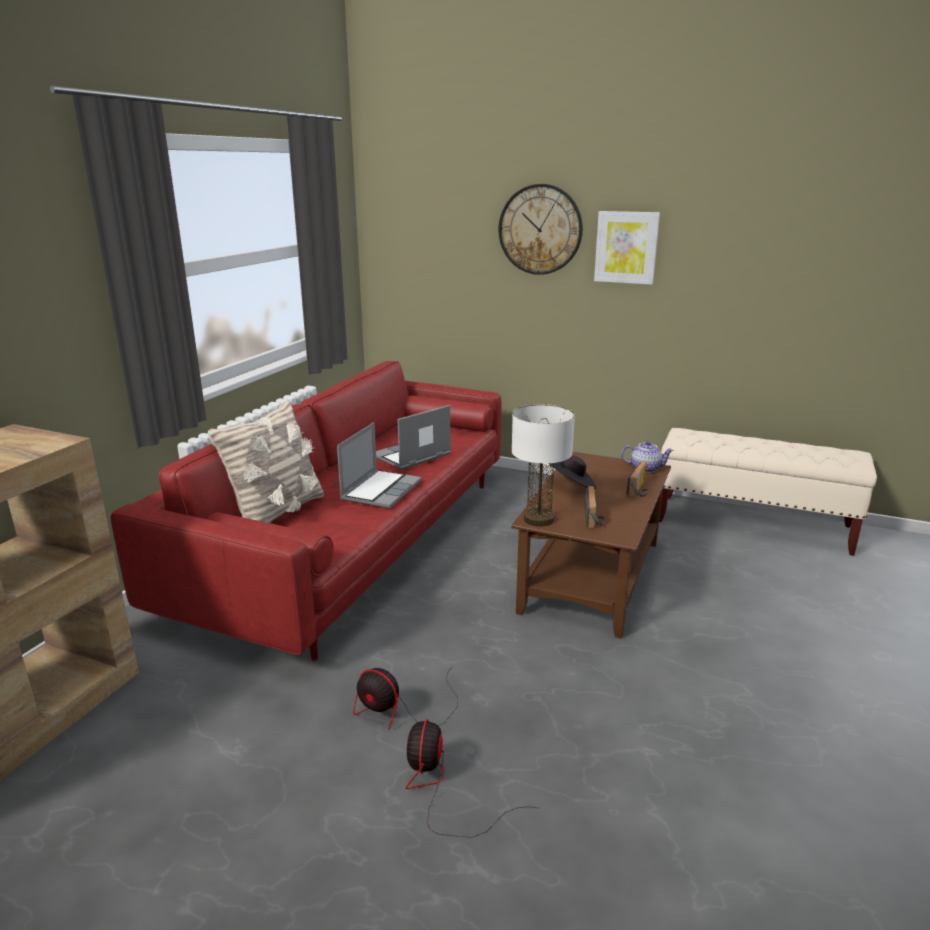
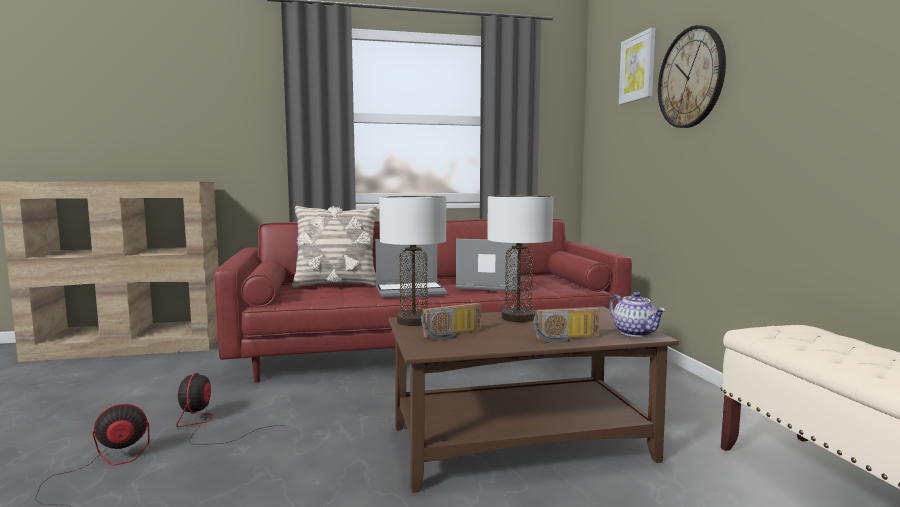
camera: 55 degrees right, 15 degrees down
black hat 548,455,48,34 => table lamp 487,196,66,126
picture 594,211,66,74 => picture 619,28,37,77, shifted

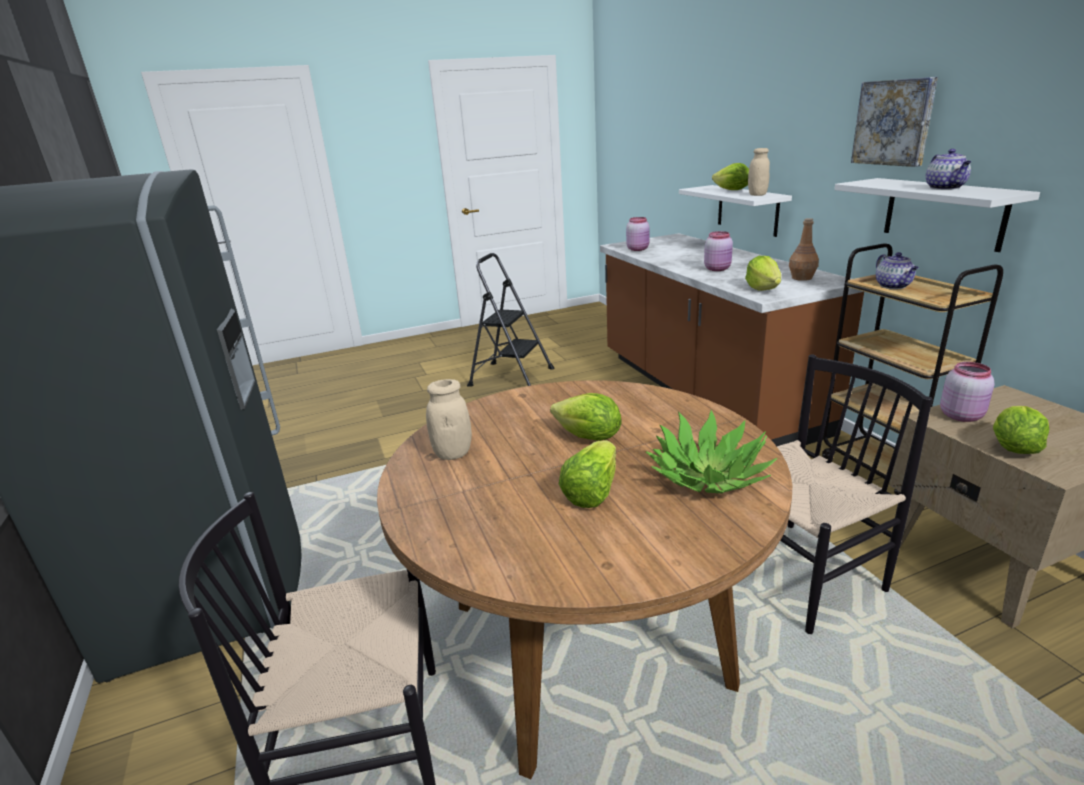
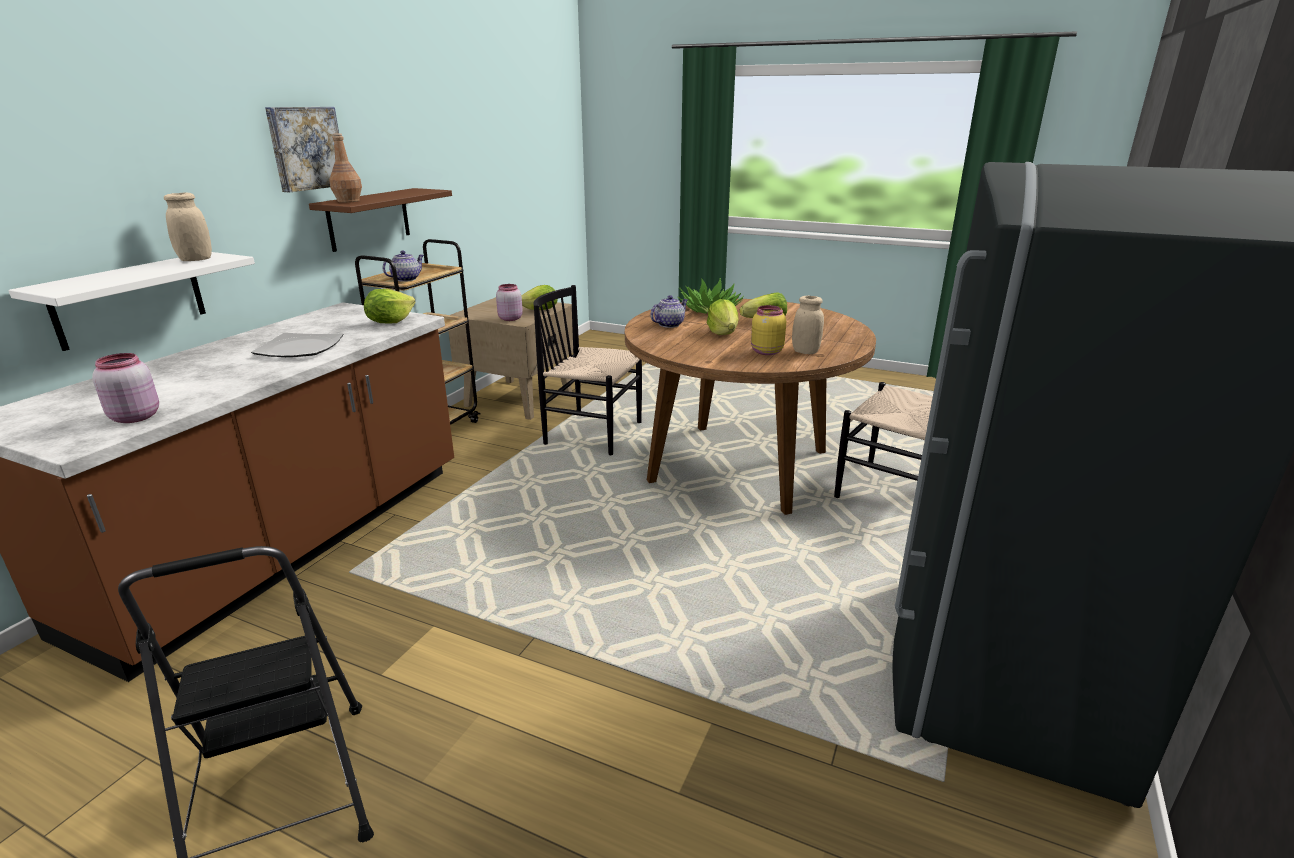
camera: 135 degrees left, 0 degrees up
pink jar 704,231,29,40 => plate 251,333,93,24
lettuce 712,163,37,27 => nothing
brown bottle 789,218,30,63 => brown bottle 329,133,33,70, shifted
white shelf 834,178,206,74 => brown shelf 309,188,143,64
teapot 926,149,45,41 => teapot 650,295,38,33, shifted
nothing => yellow jar 751,305,35,50

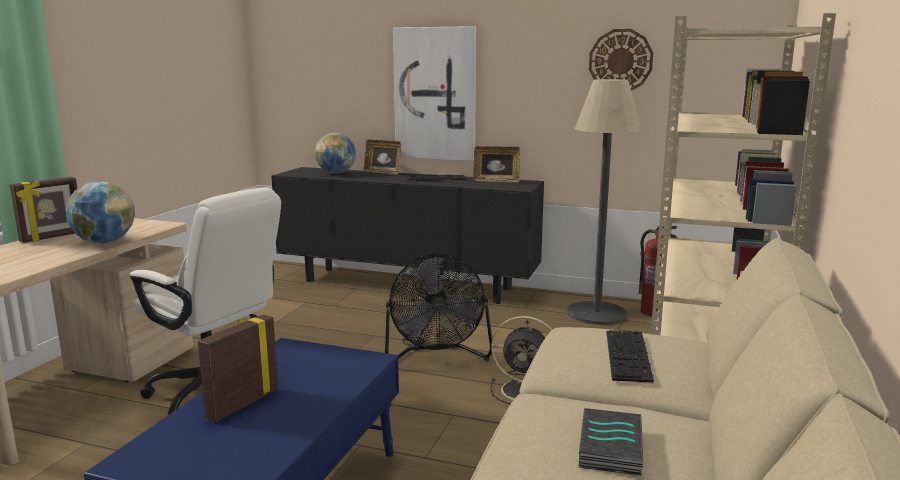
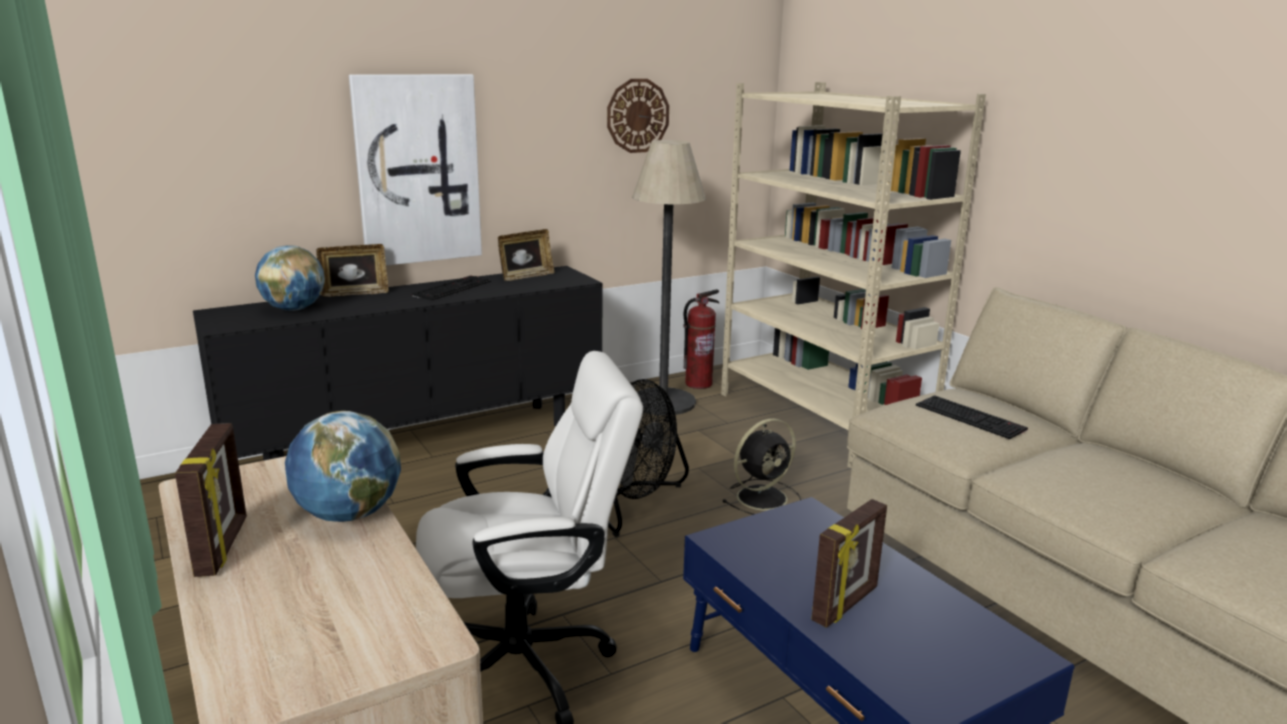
camera: 50 degrees left, 5 degrees up
picture frame 198,314,80,108 => picture frame 811,499,76,129, 120 degrees counterclockwise
book 579,408,64,68 => nothing

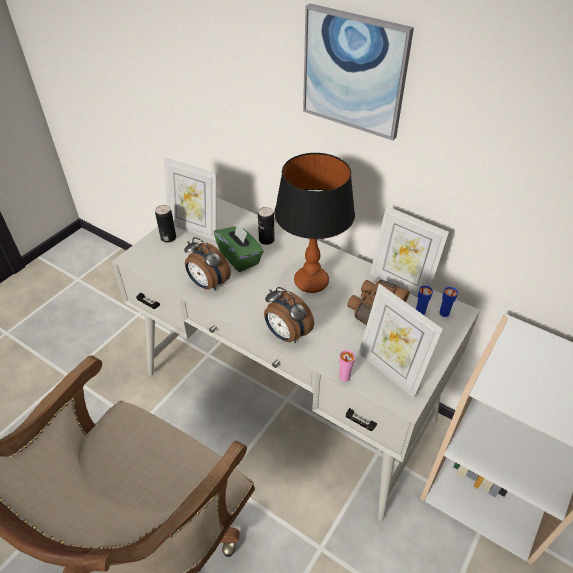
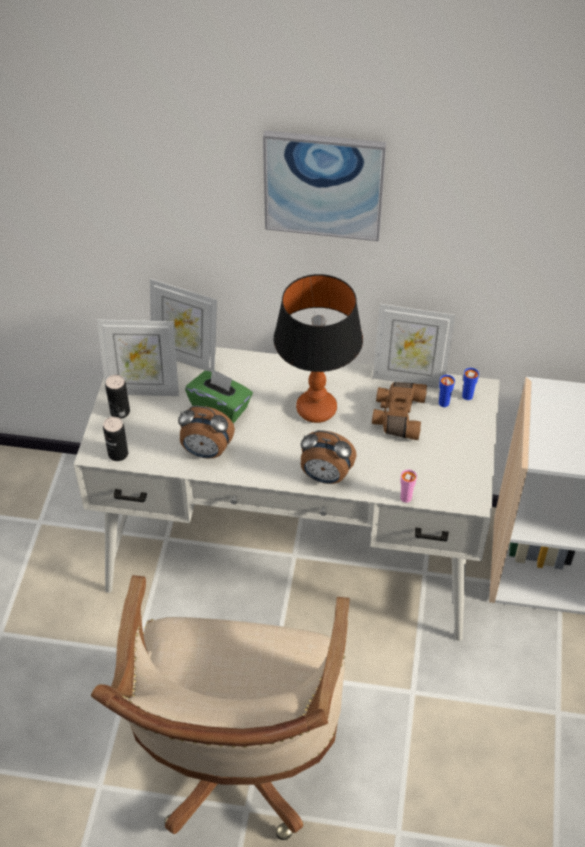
camera: 25 degrees left, 5 degrees up
can 258,207,17,38 => can 103,417,25,44, shifted
picture frame 359,284,84,114 => picture frame 150,279,67,93, shifted

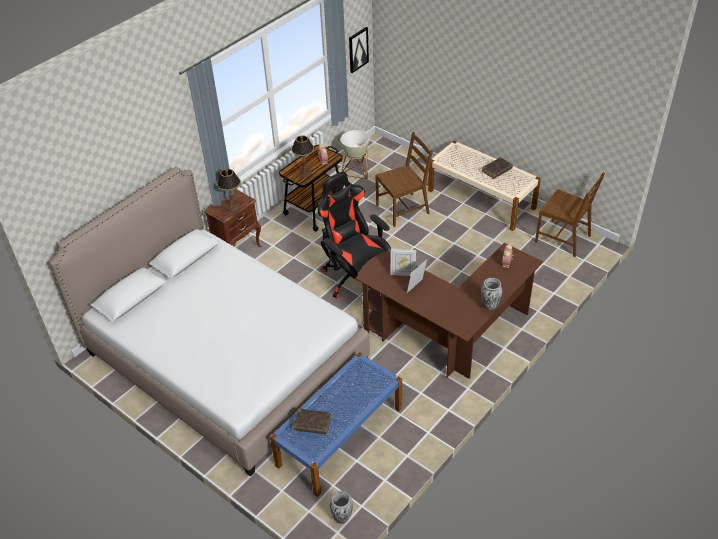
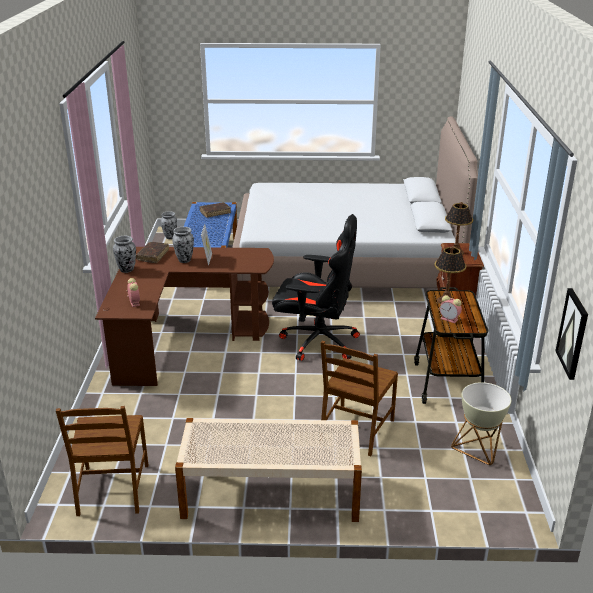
camera: 140 degrees right, 15 degrees down
picture frame 391,249,25,27 => nothing
brown book 482,157,31,22 => brown book 136,242,33,21, shifted
brown chair 535,172,70,85 => brown chair 56,406,92,110, 90 degrees counterclockwise
nothing => vase 172,227,22,36

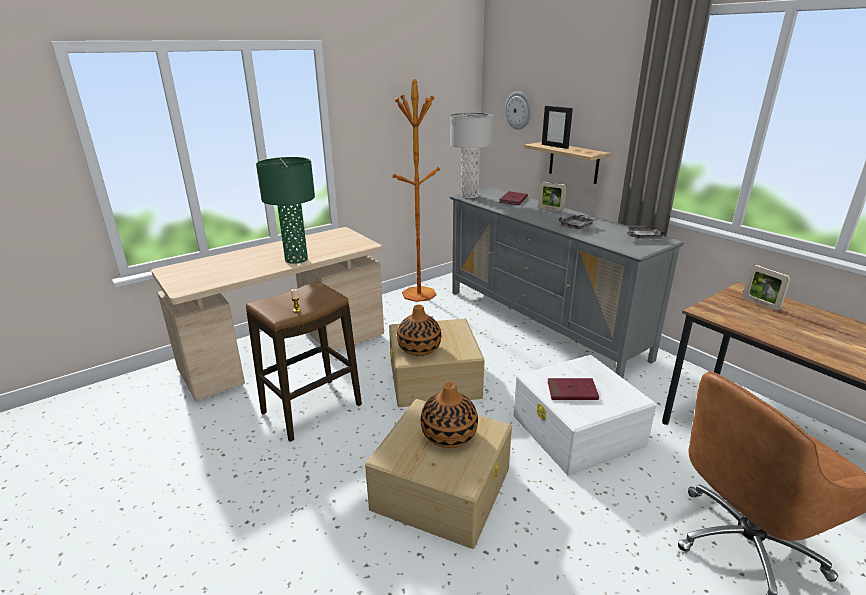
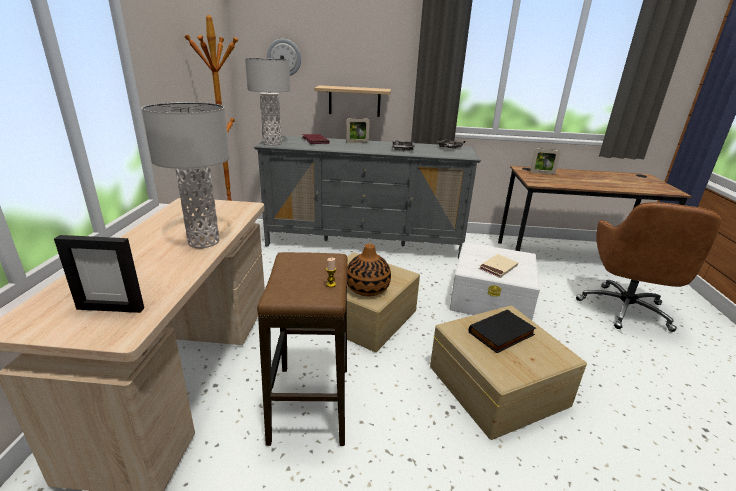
camera: 50 degrees left, 0 degrees up
green table lamp 256,157,59,107 => white table lamp 141,102,89,146
vase 421,382,57,66 => black book 469,309,67,44
picture frame 542,106,31,43 => picture frame 54,235,90,78, shifted
red book 547,378,52,22 => beige book 479,254,39,24

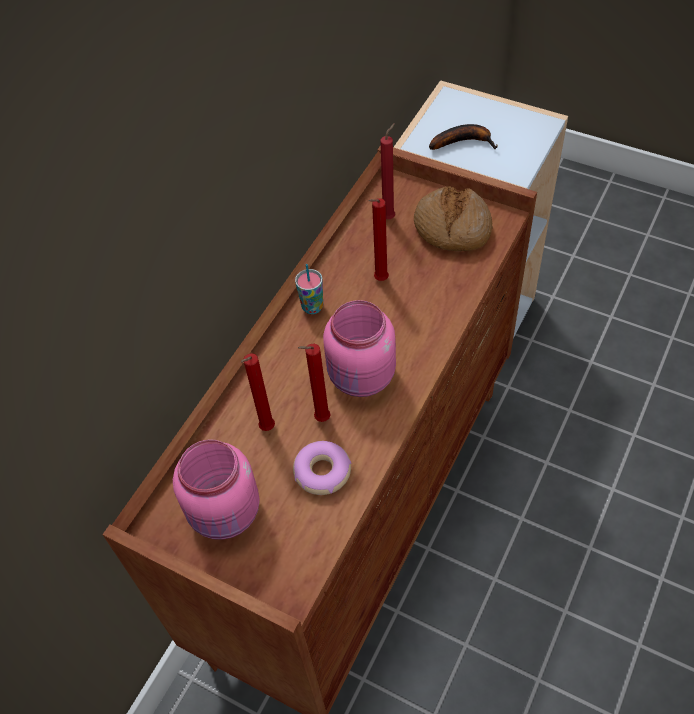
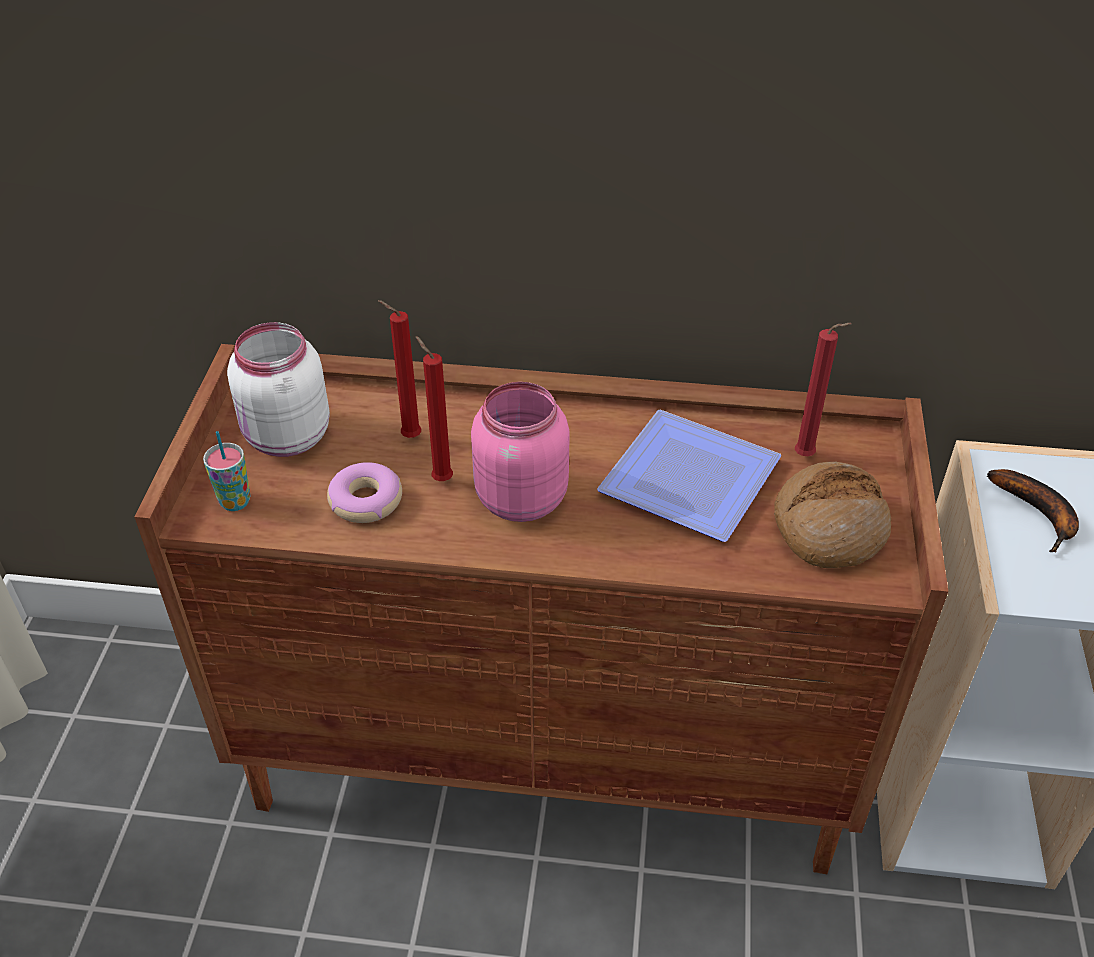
camera: 65 degrees right, 10 degrees down
pink jar 173,440,87,100 => white jar 227,322,103,135
cup 295,264,28,50 => cup 203,431,48,80, shifted
red candle 369,198,20,83 => plate 597,410,185,132

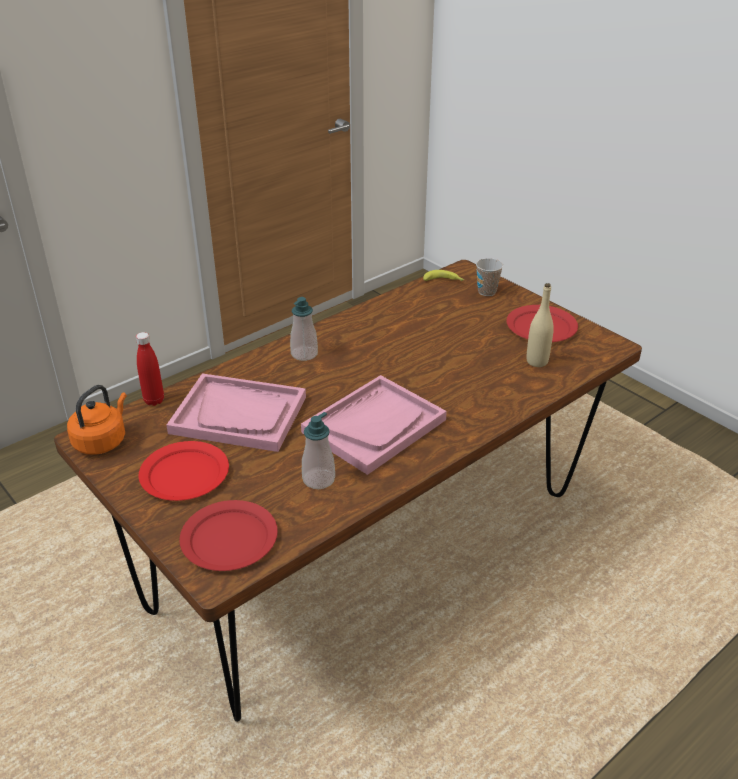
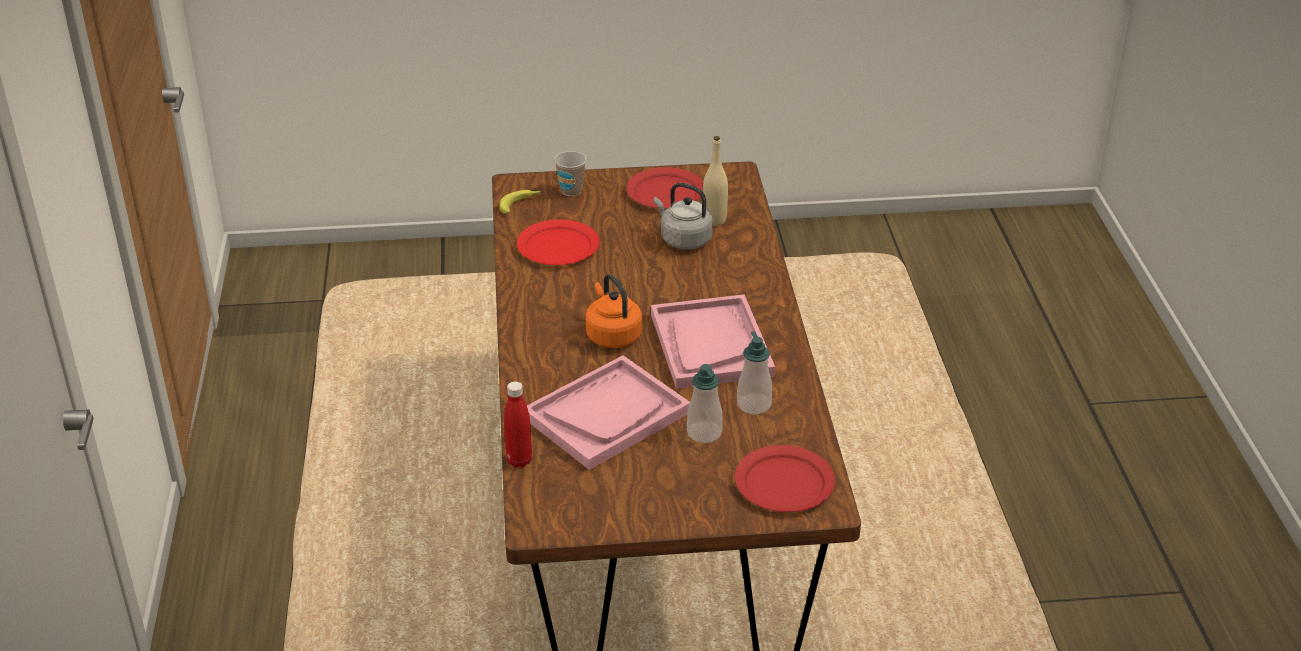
camera: 55 degrees left, 0 degrees up
orange kettle 67,385,60,69 => orange kettle 586,274,56,74, shifted
red plate 138,441,91,60 => red plate 517,219,83,46, shifted
soap dispenser 290,297,28,64 => soap dispenser 687,364,36,79, shifted
nothing => grey kettle 654,182,59,68

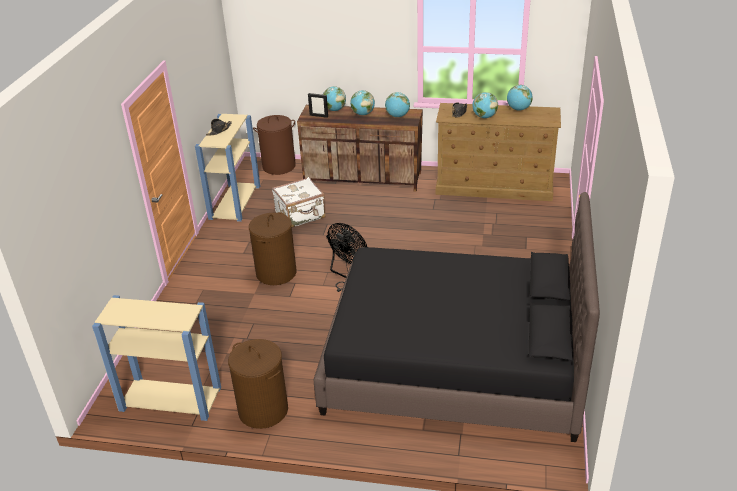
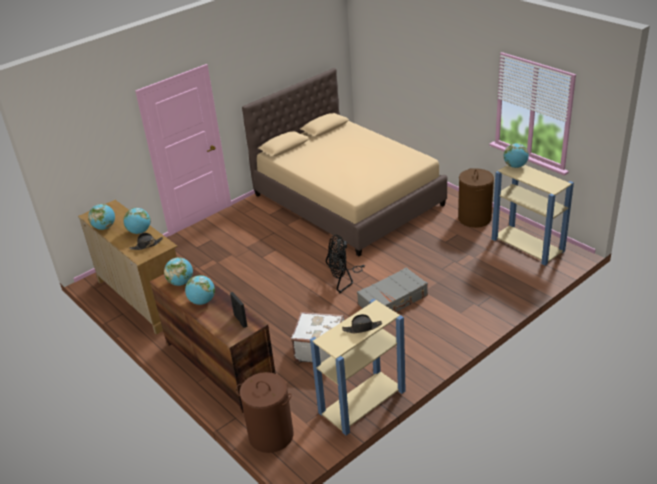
camera: 140 degrees left, 0 degrees up
brown laundry basket 249,212,48,73 => grey suitcase 357,267,71,45
black bed 314,192,286,250 => beige bed 242,68,205,188
globe 323,86,23,25 => globe 504,143,25,25, shifted

